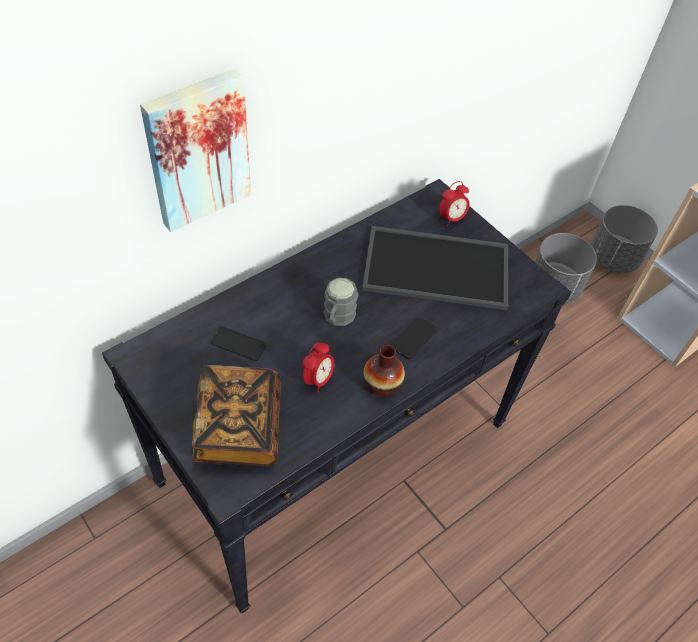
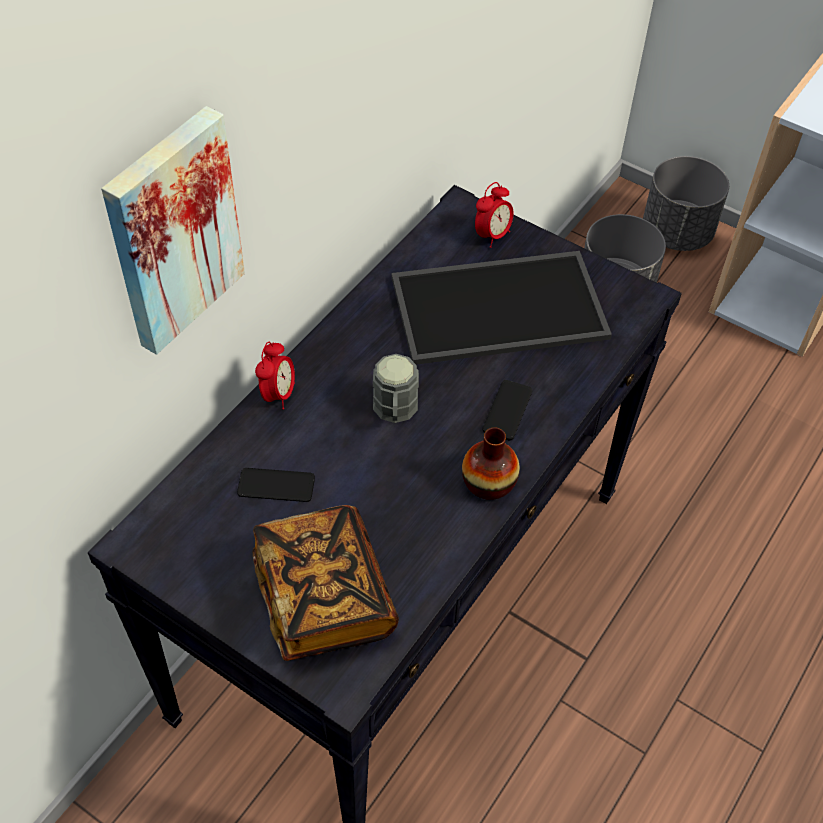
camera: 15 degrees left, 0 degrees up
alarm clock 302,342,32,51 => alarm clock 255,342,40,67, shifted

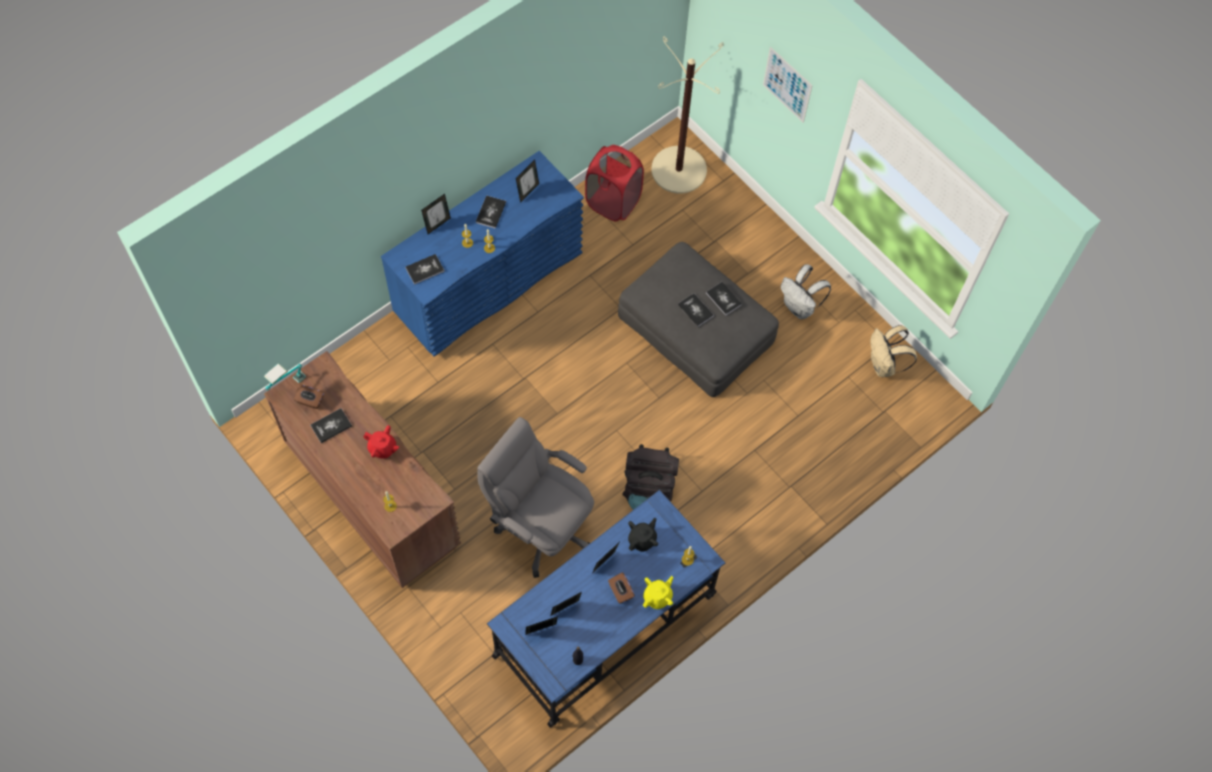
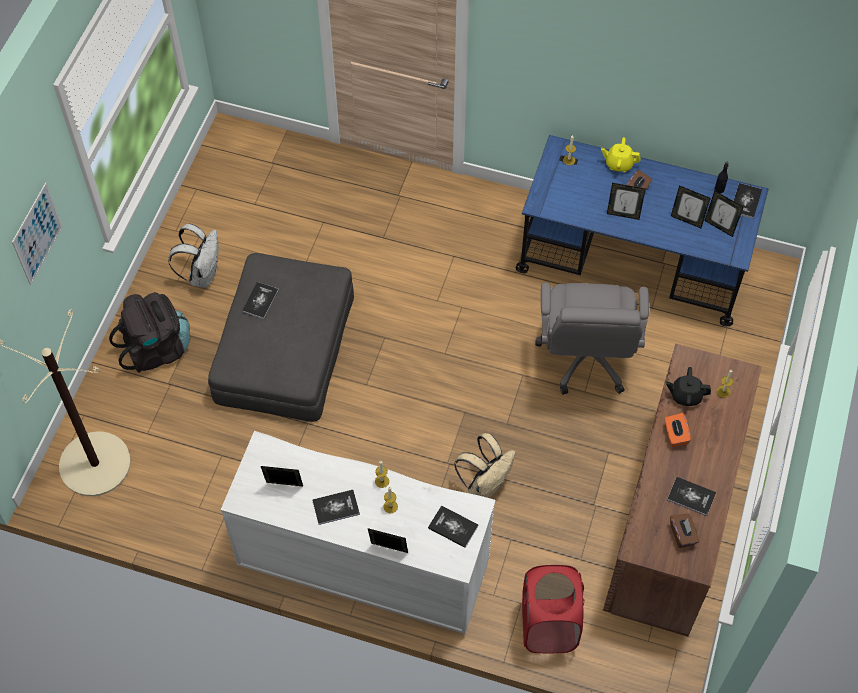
camera: 120 degrees left, 5 degrees down
table lamp 264,363,42,27 => nothing
red teapot 363,425,36,33 => orange tissue box 665,413,26,34
blue dresser 381,151,203,206 => white dresser 221,431,275,203
red laundry basket 585,145,59,76 => red laundry basket 522,565,62,88, shifted
black backpack 622,444,57,66 => black backpack 109,292,81,81, shifted
black teapot 628,517,30,34 => black teapot 666,367,45,39, shifted
book 678,293,36,34 => book 734,183,28,36, shifted
beige backpack 870,325,47,52 => beige backpack 454,433,62,65, shifted

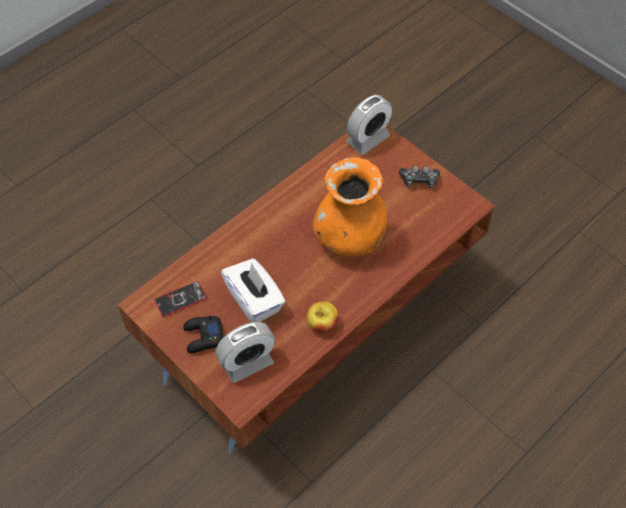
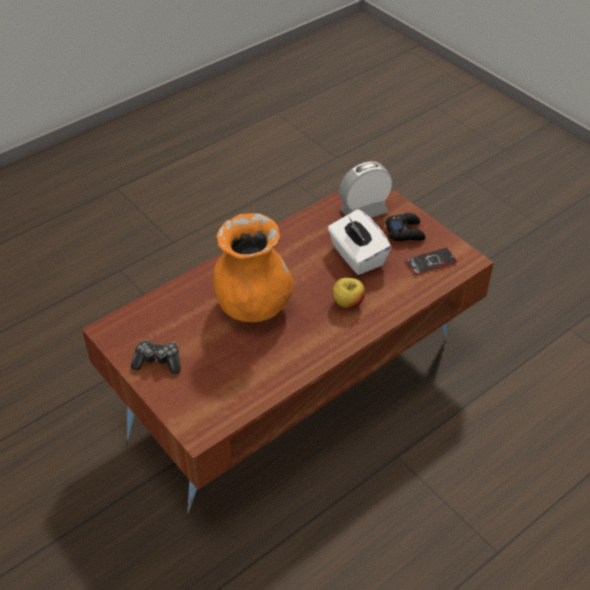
camera: 175 degrees left, 10 degrees down
apple 306,302,32,31 => apple 332,278,33,31, shifted
alarm clock 346,95,46,60 => nothing

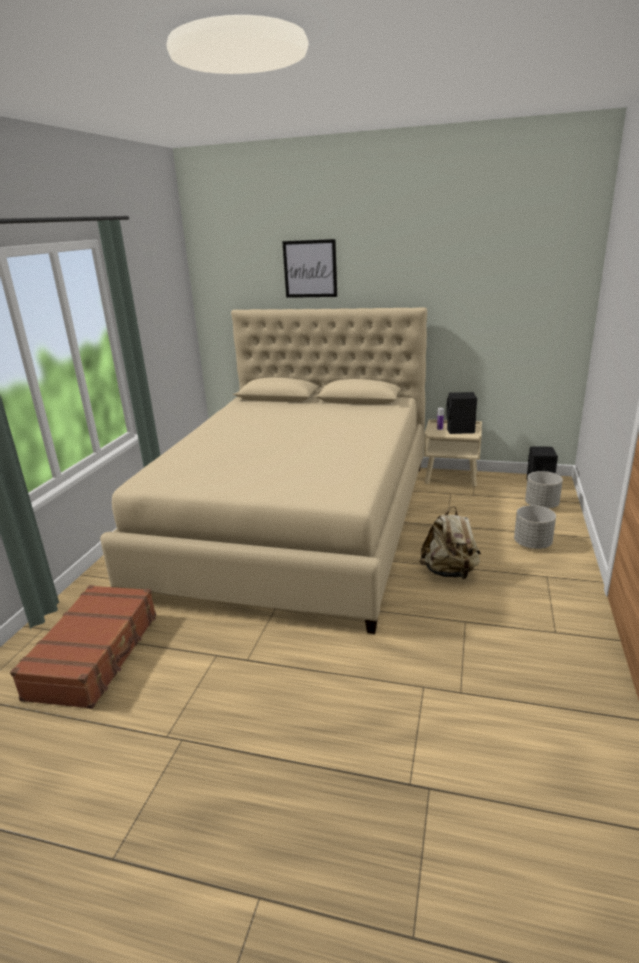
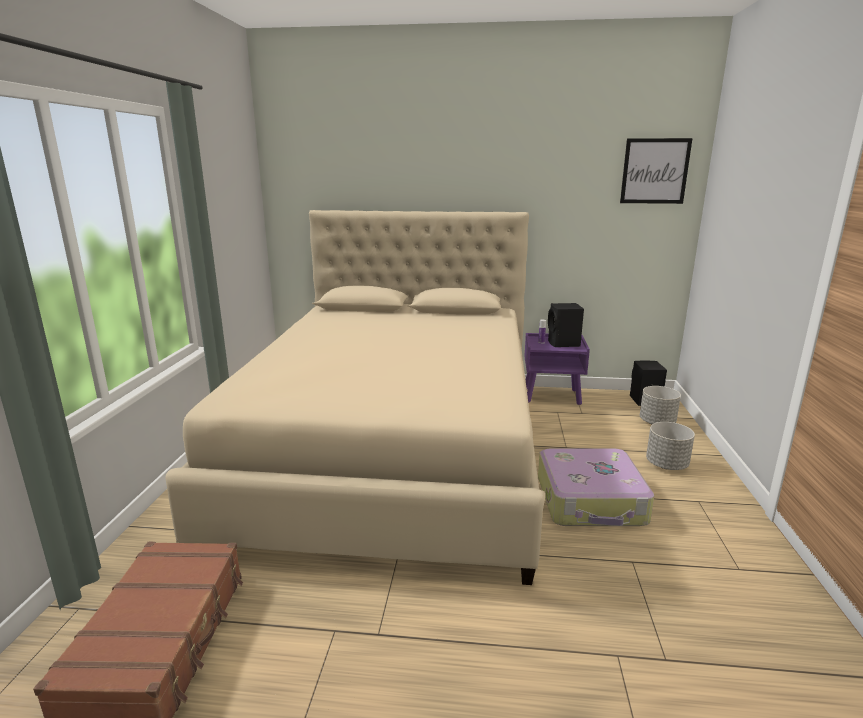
camera: 10 degrees left, 5 degrees down
picture 282,239,55,59 => picture 620,138,73,66, shifted
beige backpack 419,506,62,73 => suitcase 538,448,116,78
beige nightstand 424,419,58,68 => purple nightstand 524,333,66,72

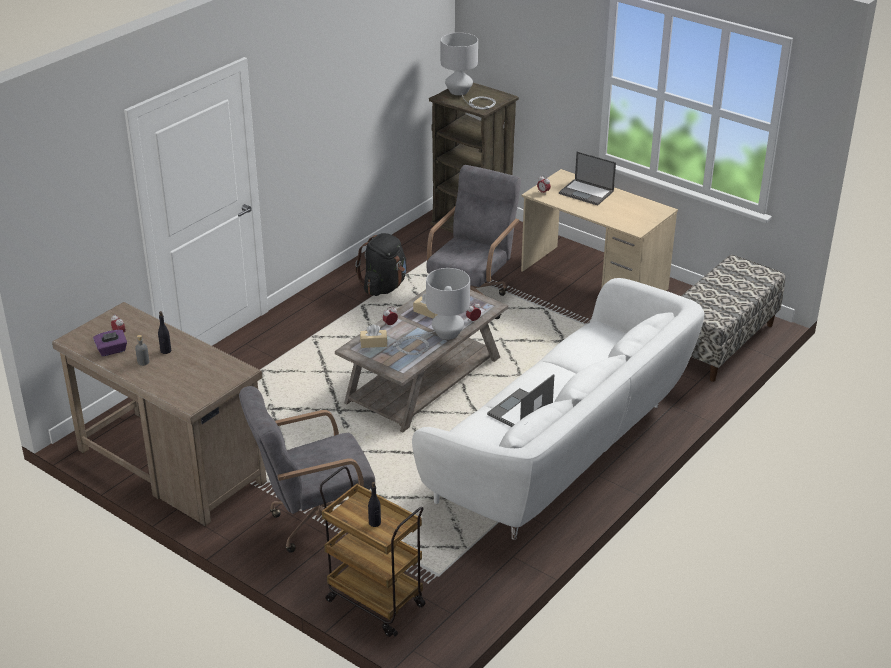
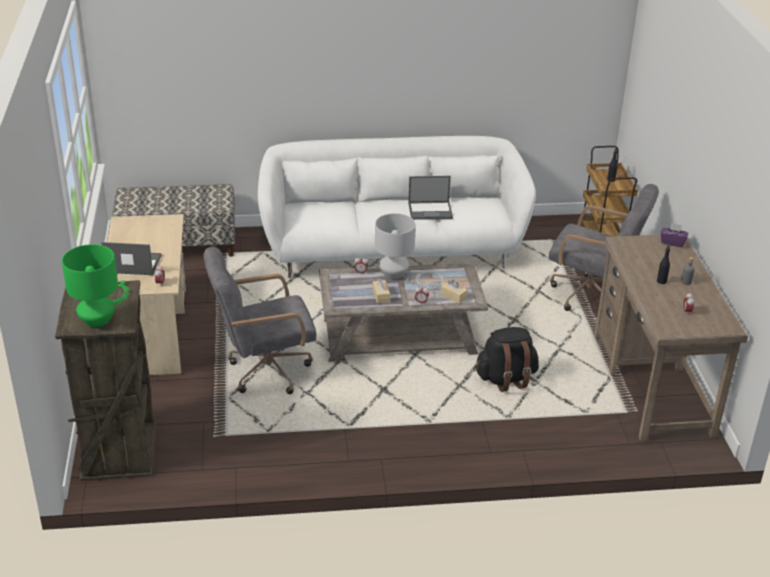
camera: 135 degrees left, 0 degrees up
purple tissue box 93,330,34,26 => purple tissue box 661,223,27,24, shifted
black backpack 355,233,52,63 => black backpack 475,327,64,65, shifted
grey table lamp 441,33,55,76 => green table lamp 62,244,68,83
laptop 559,152,57,53 => laptop 101,242,60,33, 75 degrees counterclockwise

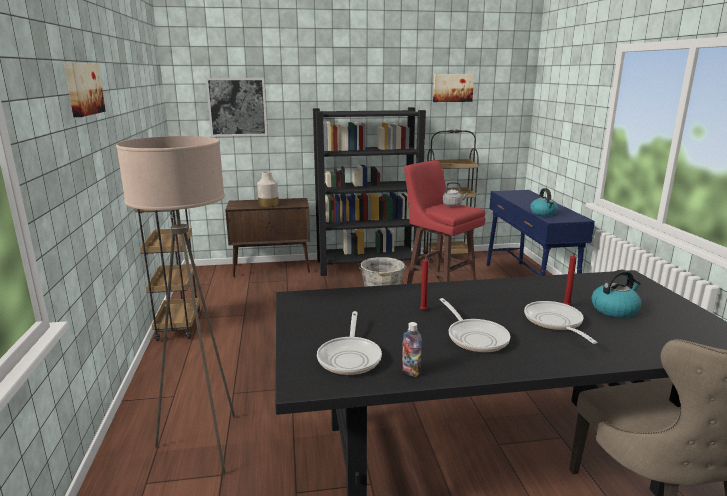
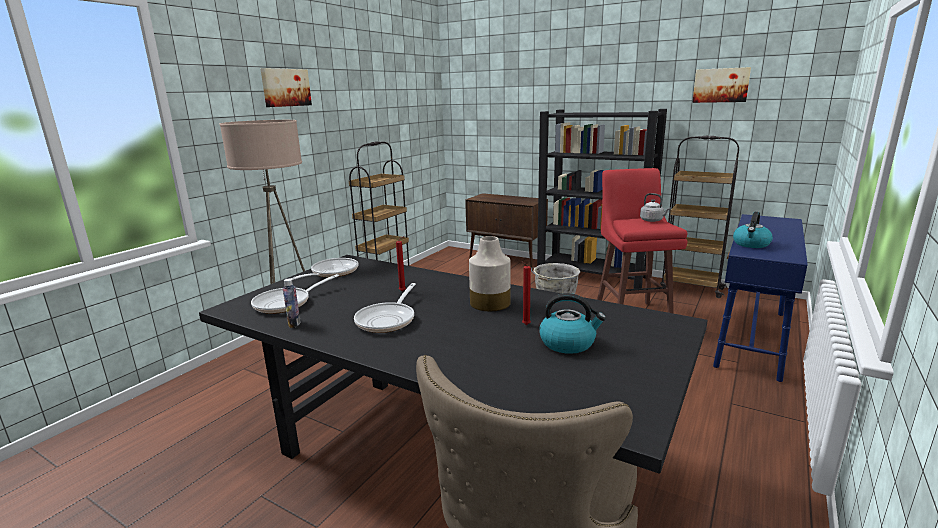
camera: 40 degrees right, 0 degrees up
picture 206,78,61,58 => nothing
beige vase 257,171,22,36 => beige vase 469,236,42,75, shifted
frying pan 524,301,73,43 => frying pan 289,258,70,22, shifted

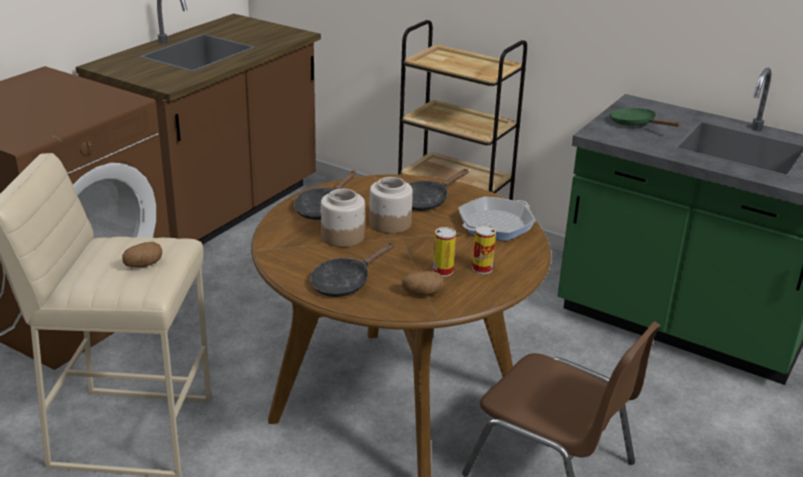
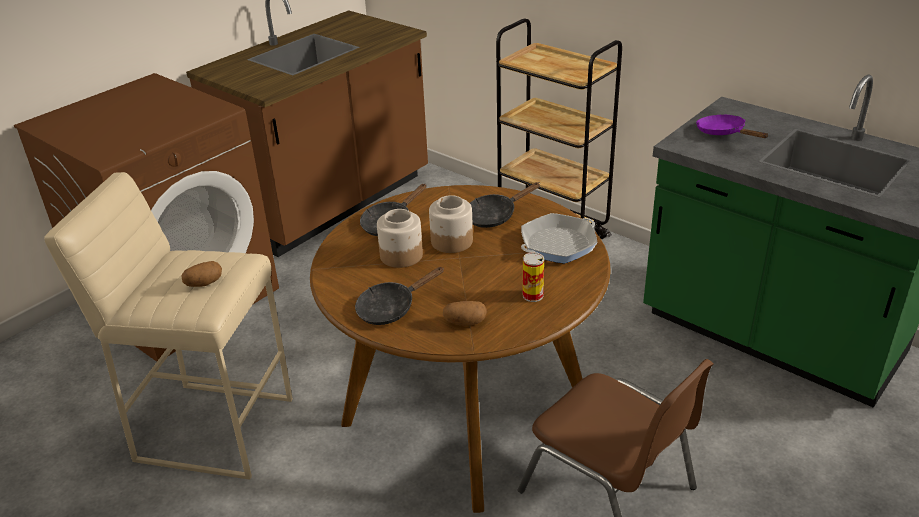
camera: 10 degrees right, 5 degrees up
can 433,227,23,50 => nothing
green frying pan 609,108,72,18 => purple frying pan 696,115,73,23

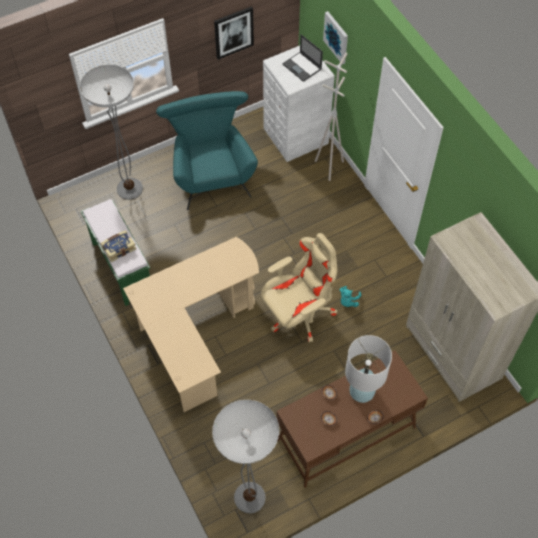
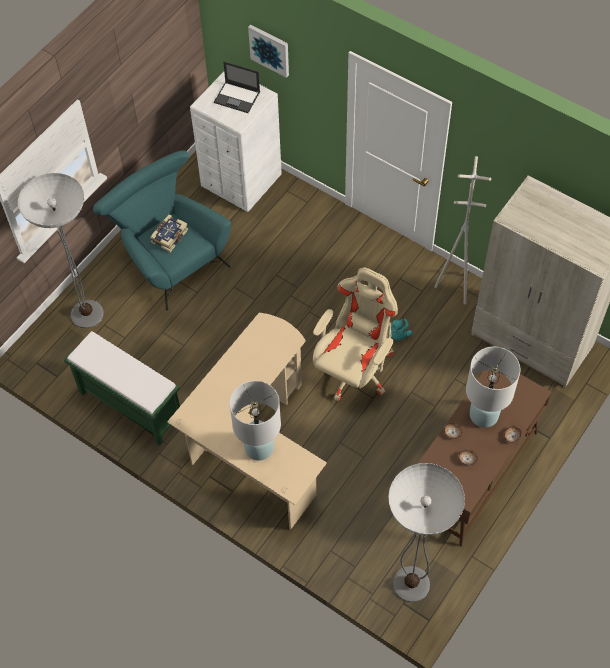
camera: 25 degrees left, 0 degrees up
book 100,230,36,32 => book 150,215,38,37, shifted
picture 214,6,40,54 => nothing
grey clothes rack 315,53,33,128 => grey clothes rack 434,156,57,148, shifted
nothing => white table lamp 229,381,52,79

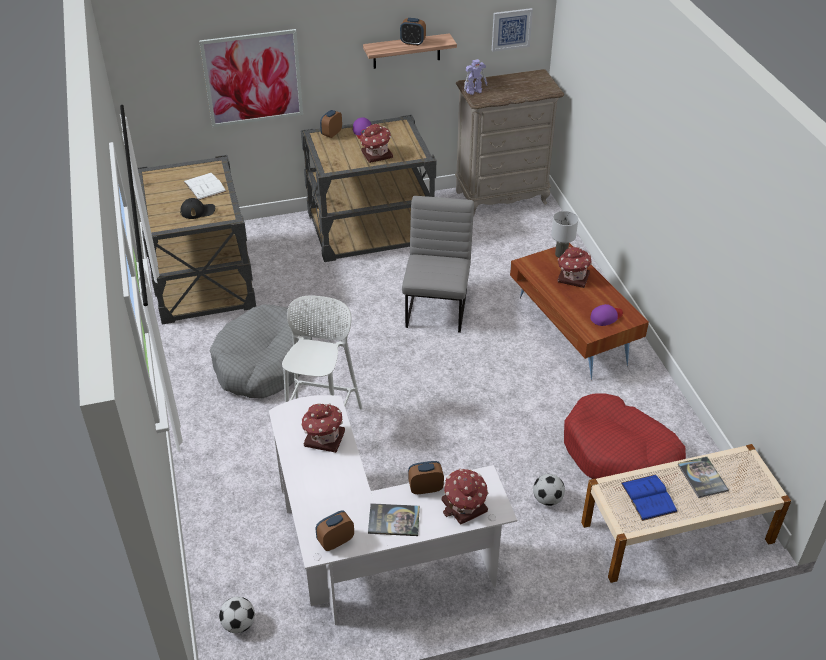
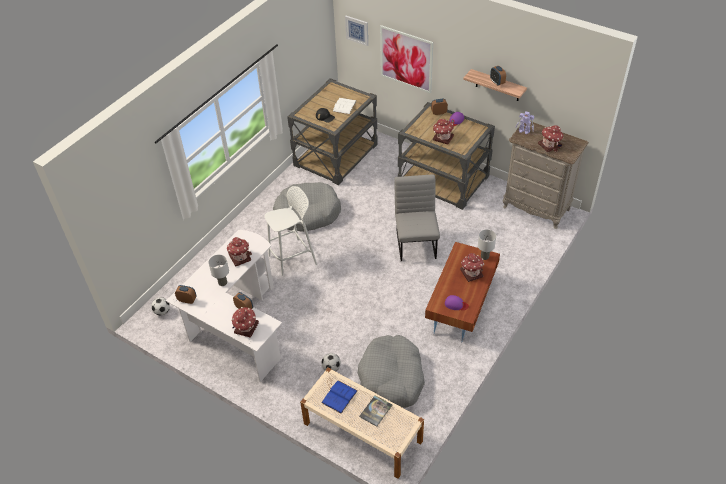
camera: 50 degrees right, 5 degrees up
book 368,503,52,33 => nothing
grey chair 402,196,72,137 => grey chair 394,174,46,87, 60 degrees counterclockwise
picture 492,8,41,44 => picture 345,16,23,30, shifted
red dog bed 564,393,122,100 => grey dog bed 358,335,67,73
nothing => white table lamp 208,255,21,31
nothing => toy house 538,125,25,27

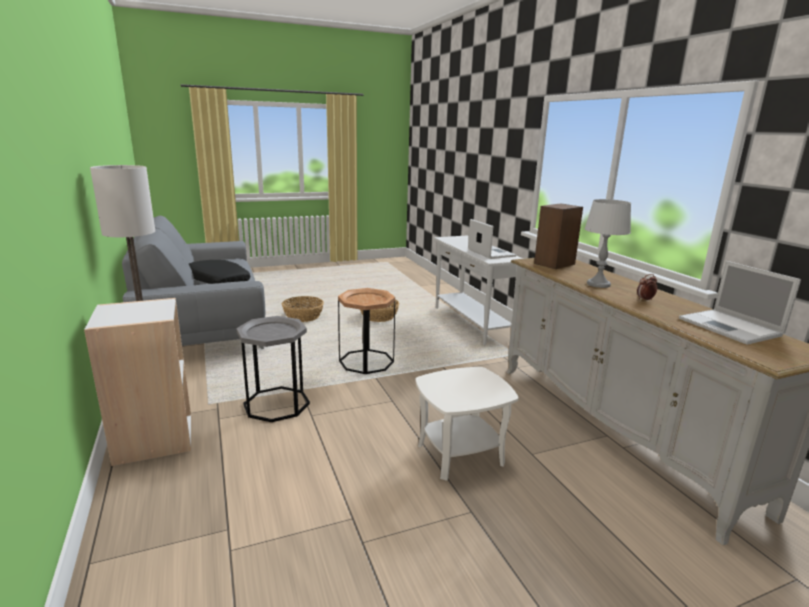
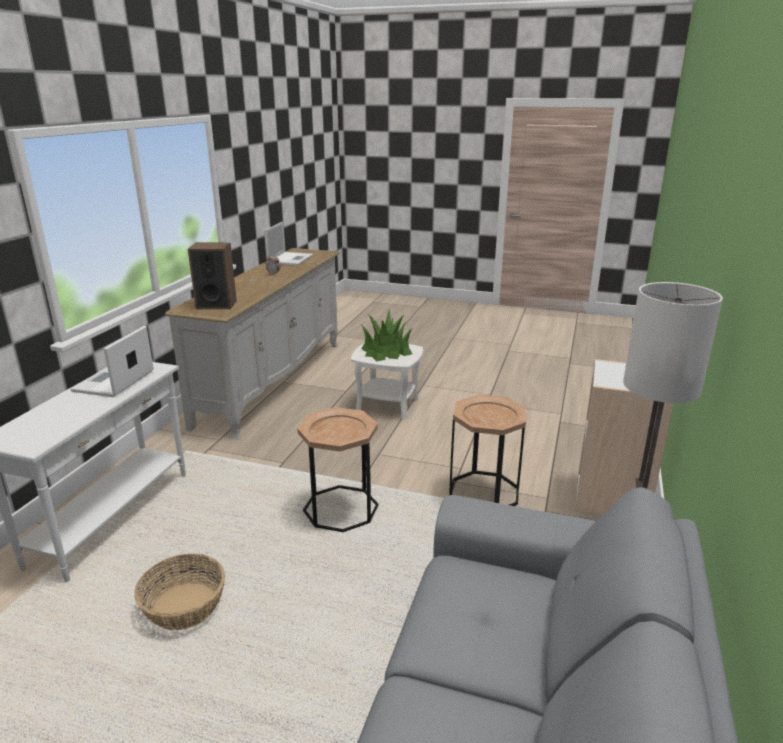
camera: 140 degrees left, 5 degrees up
black pillow 189,260,61,24 => nothing
grey side table 236,316,74,106 => brown side table 449,395,78,111
basket 282,296,42,26 => nothing
grey table lamp 584,199,47,89 => nothing
nothing => potted plant 361,309,51,53

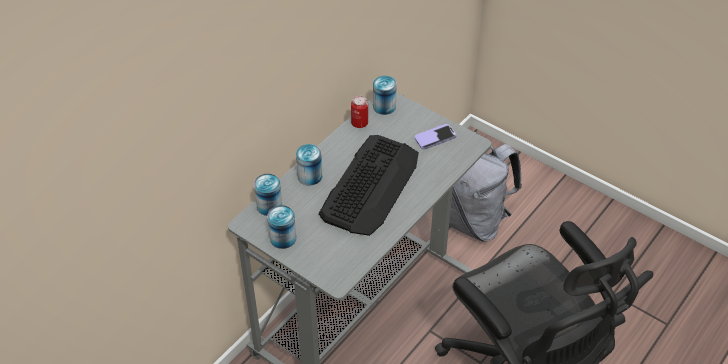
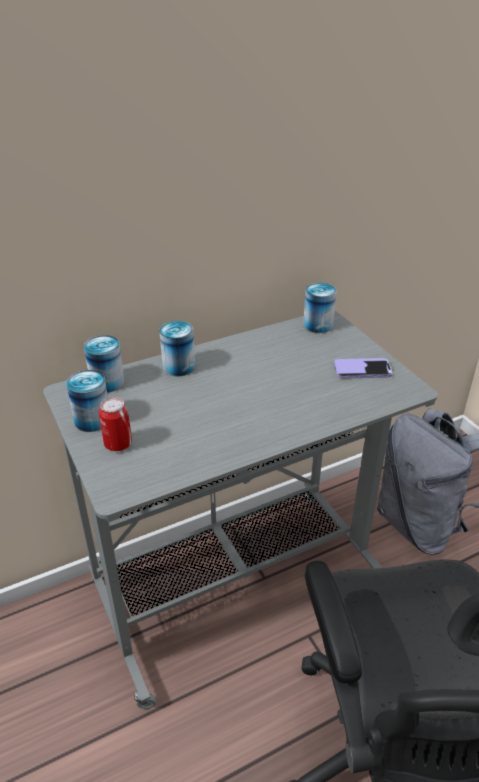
camera: 25 degrees right, 10 degrees down
keyboard 319,135,100,101 => nothing
can 351,95,17,33 => can 99,397,33,54, shifted

